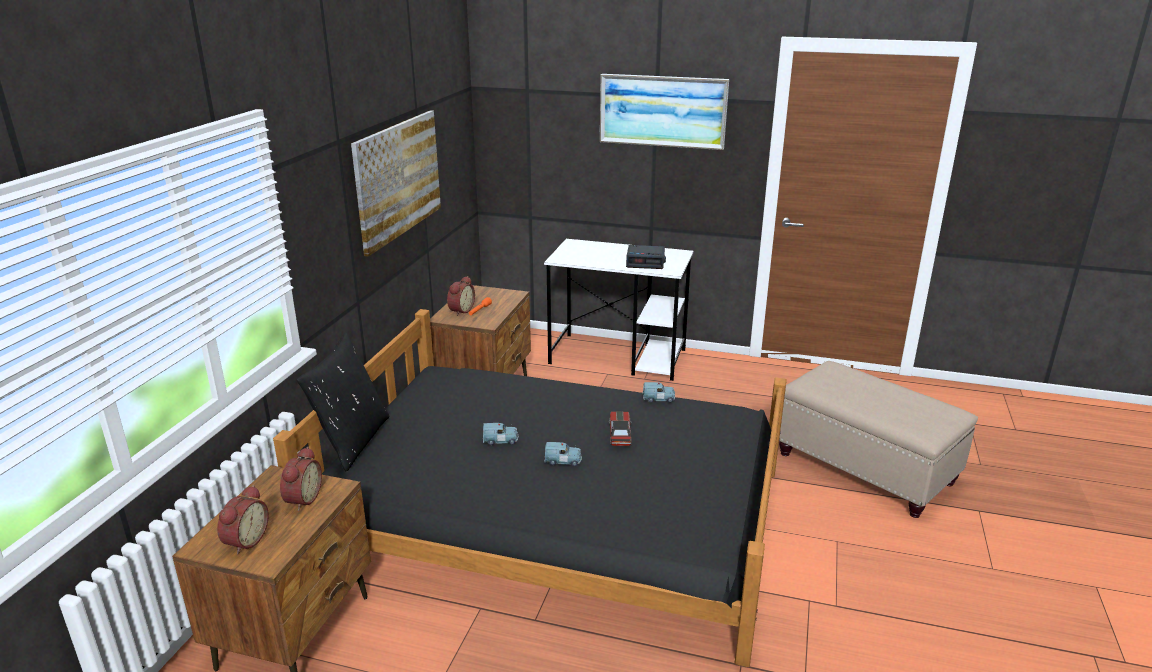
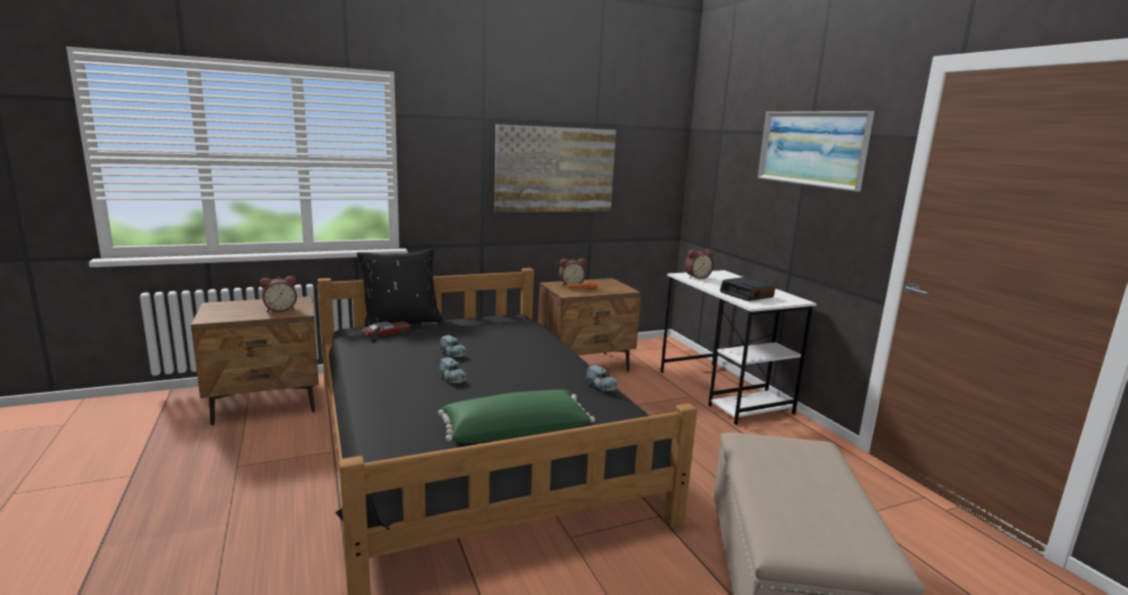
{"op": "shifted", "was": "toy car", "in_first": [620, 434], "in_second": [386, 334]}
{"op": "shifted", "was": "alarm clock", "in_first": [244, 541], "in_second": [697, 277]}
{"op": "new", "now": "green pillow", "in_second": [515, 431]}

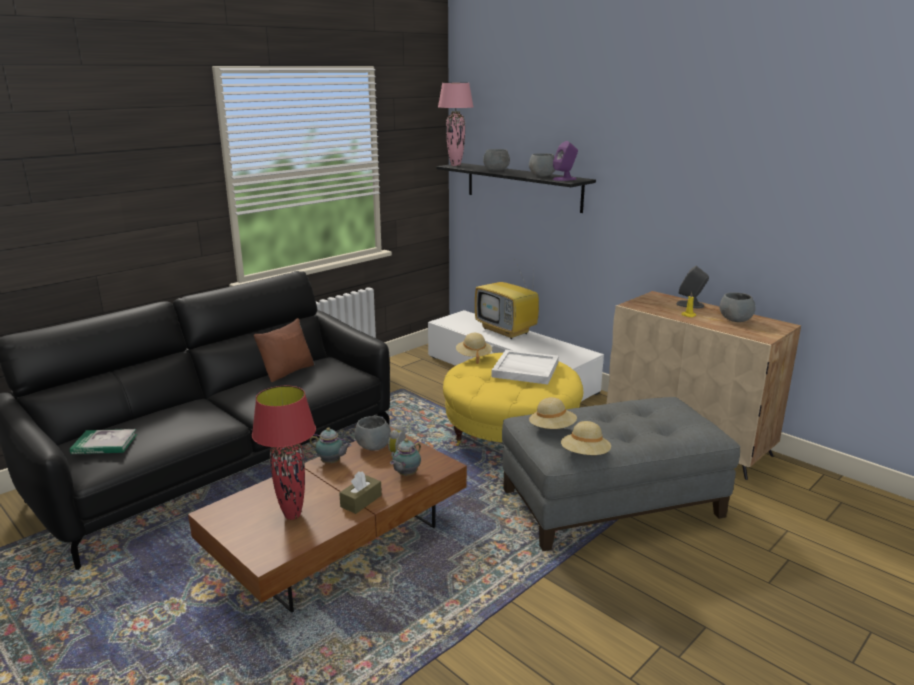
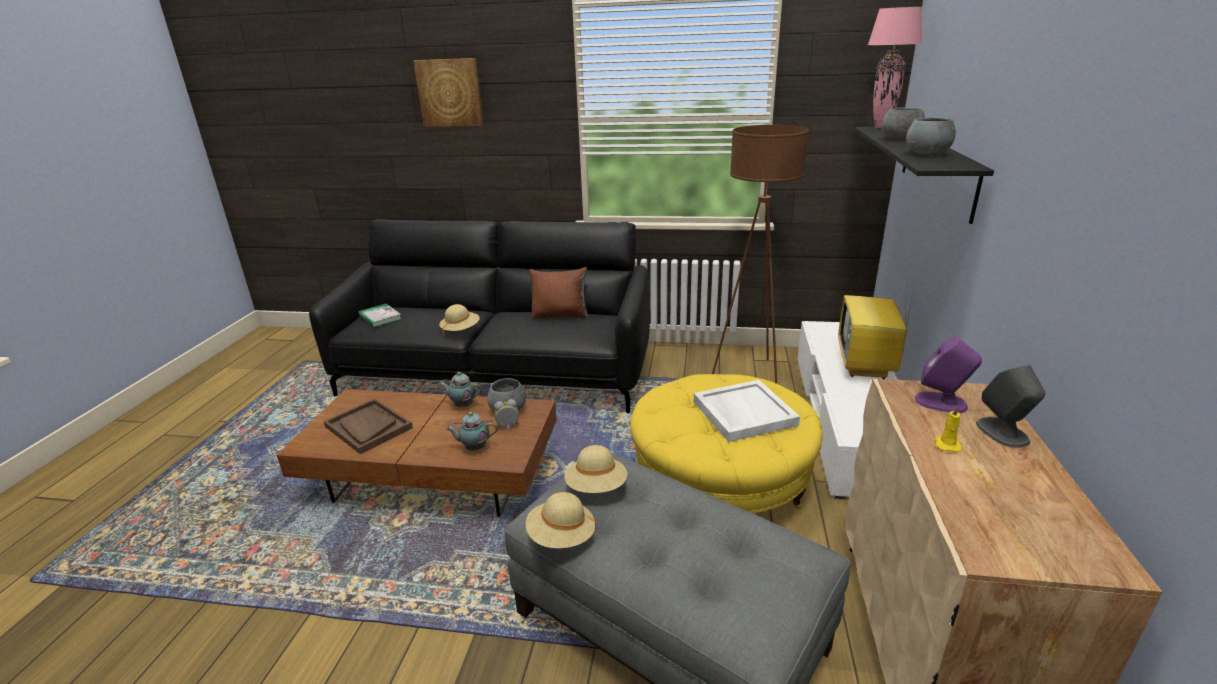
{"op": "shifted", "was": "purple speaker", "in_first": [564, 179], "in_second": [941, 402]}
{"op": "gone", "was": "grey bowl", "in_first": [735, 320]}
{"op": "shifted", "was": "beige hat", "in_first": [473, 357], "in_second": [460, 330]}
{"op": "swapped", "was": "red table lamp", "now": "brown tray", "in_first": [292, 515], "in_second": [368, 427]}
{"op": "rotated", "was": "teapot", "in_first": [331, 462], "in_second": [463, 405], "clockwise": 120}
{"op": "gone", "was": "brown tissue box", "in_first": [361, 501]}
{"op": "new", "now": "picture", "in_second": [450, 93]}
{"op": "new", "now": "brown floor lamp", "in_second": [751, 374]}

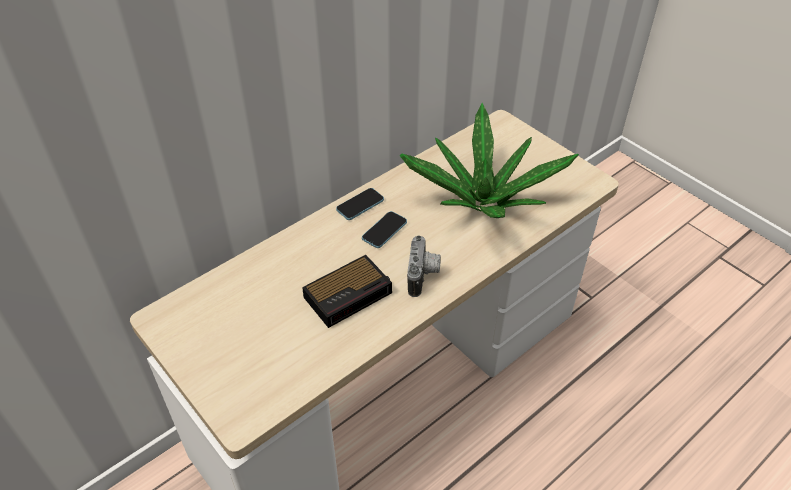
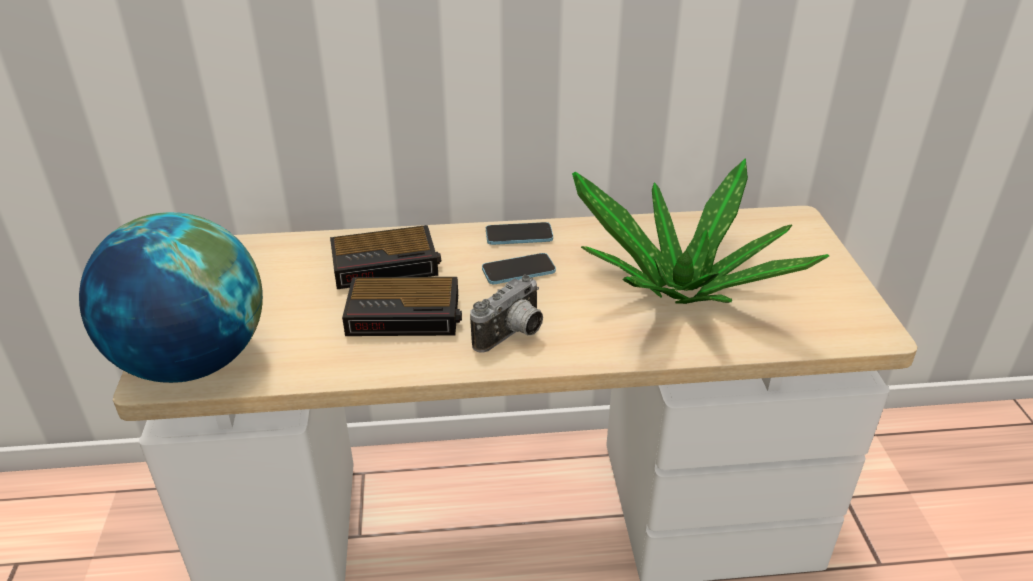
{"op": "new", "now": "globe", "in_second": [192, 361]}
{"op": "new", "now": "alarm clock", "in_second": [387, 264]}

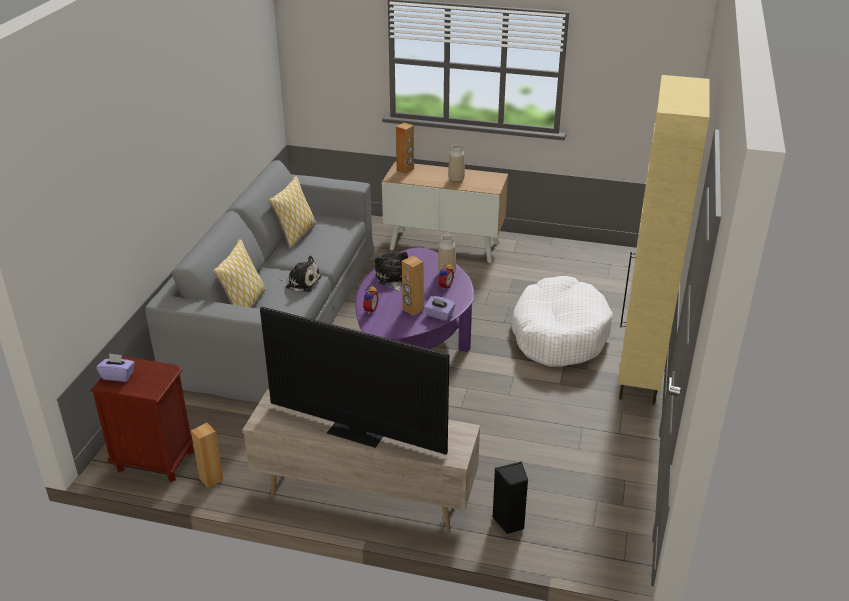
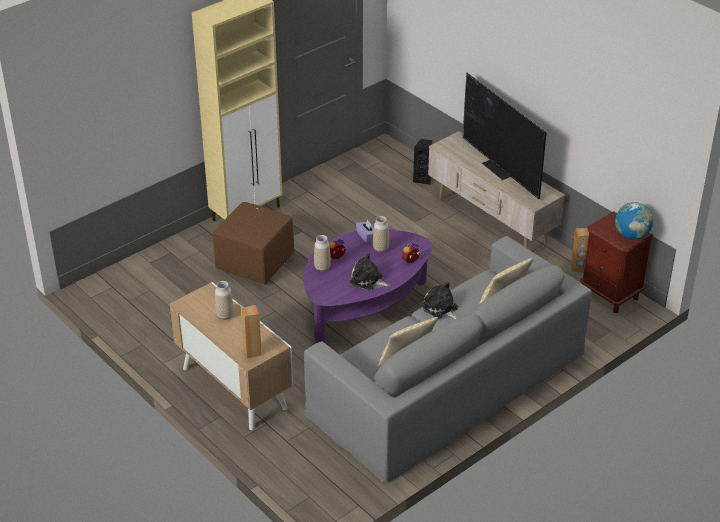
{"op": "rotated", "was": "plush toy", "in_first": [392, 279], "in_second": [368, 280], "clockwise": 90}
{"op": "swapped", "was": "brown speaker", "now": "vase", "in_first": [412, 310], "in_second": [380, 248]}
{"op": "swapped", "was": "white dog bed", "now": "brown ottoman", "in_first": [559, 334], "in_second": [255, 262]}
{"op": "swapped", "was": "purple tissue box", "now": "globe", "in_first": [118, 376], "in_second": [631, 235]}

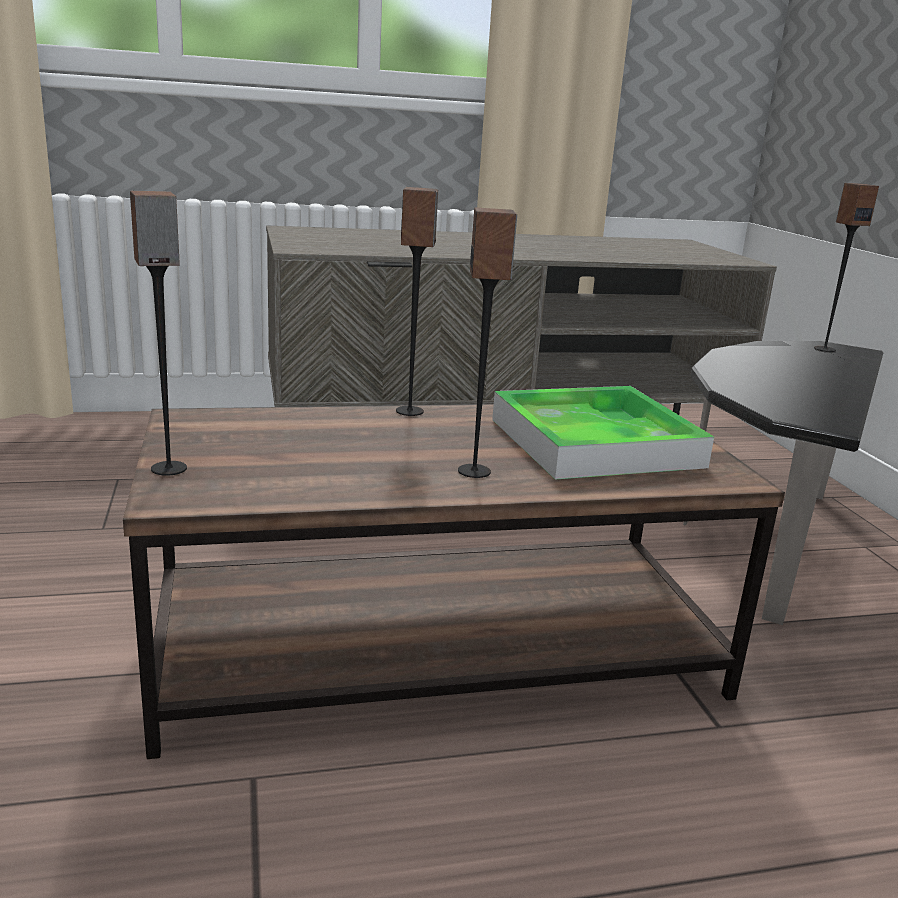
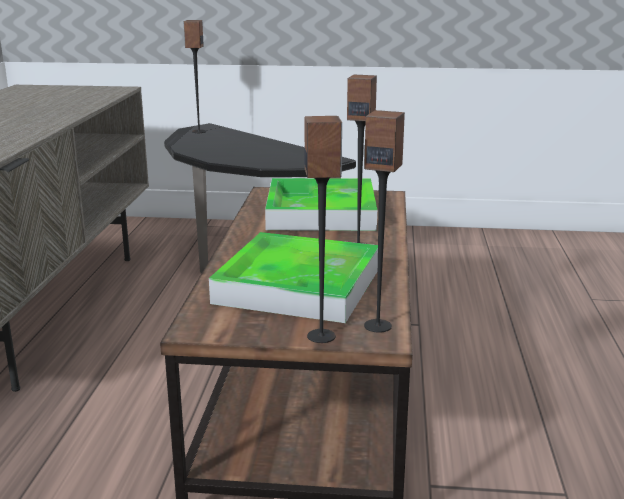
{"op": "shifted", "was": "speaker", "in_first": [410, 411], "in_second": [378, 326]}
{"op": "new", "now": "tray", "in_second": [299, 285]}

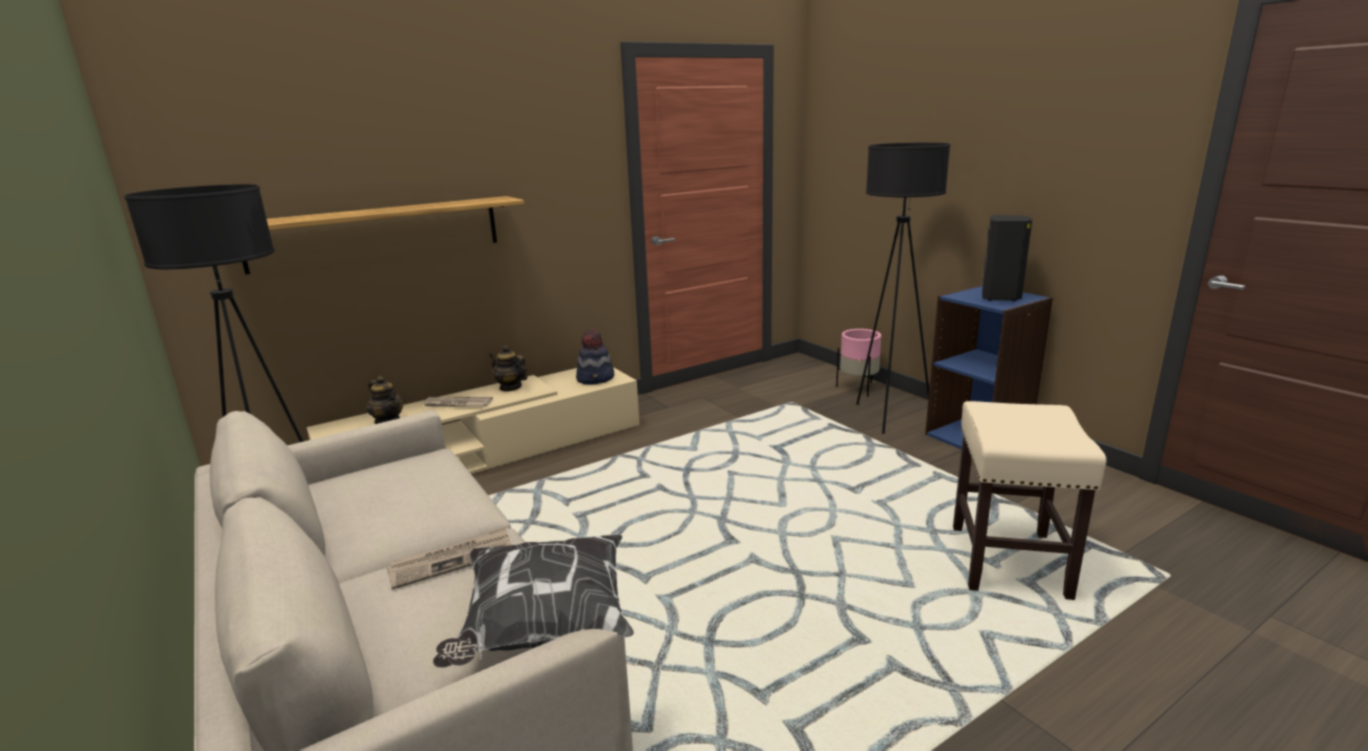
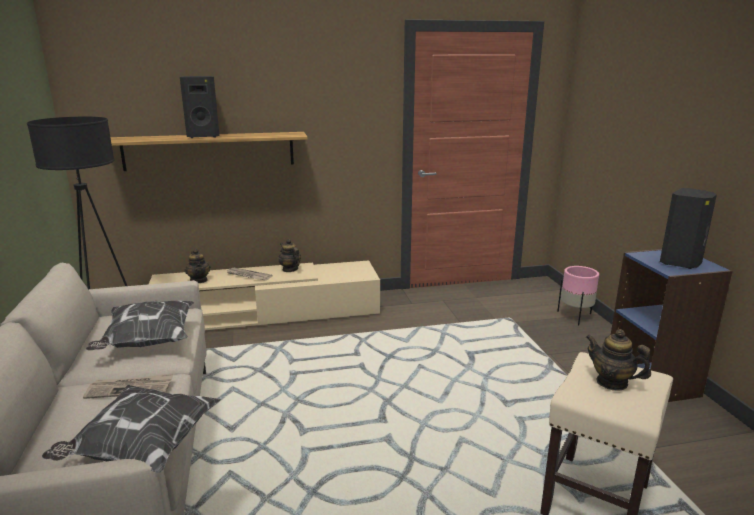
{"op": "gone", "was": "black floor lamp", "in_first": [889, 416]}
{"op": "gone", "was": "hat", "in_first": [596, 378]}
{"op": "new", "now": "black speaker", "in_second": [204, 136]}
{"op": "new", "now": "pillow", "in_second": [147, 342]}
{"op": "new", "now": "teapot", "in_second": [612, 382]}

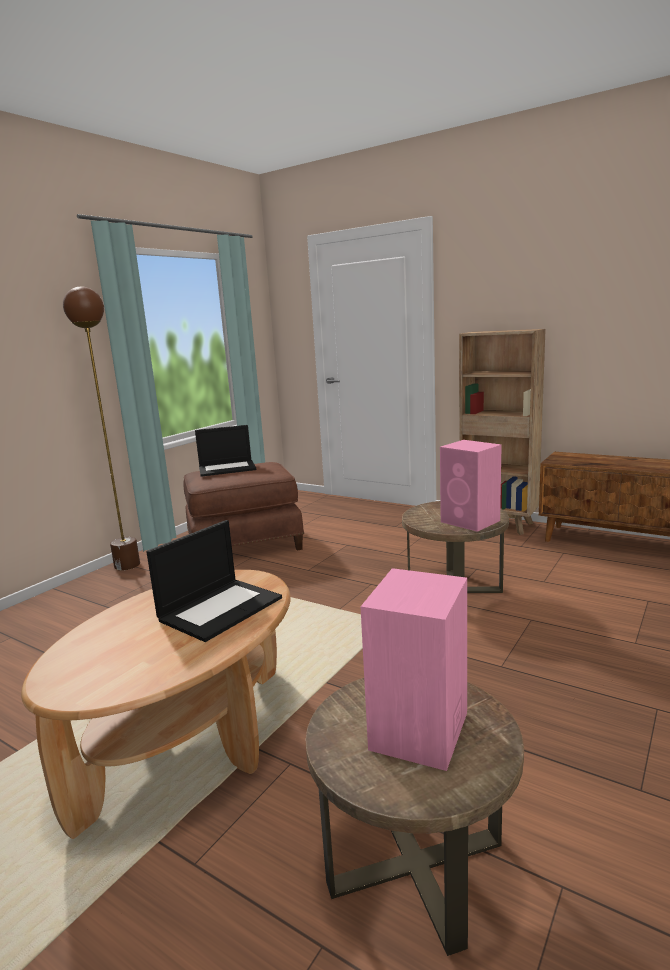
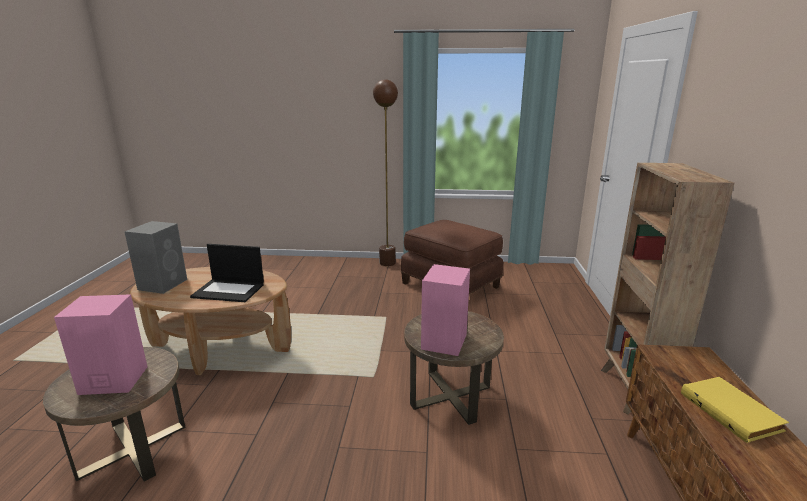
{"op": "gone", "was": "laptop", "in_first": [227, 468]}
{"op": "new", "now": "grey speaker", "in_second": [163, 284]}
{"op": "new", "now": "yellow book", "in_second": [732, 412]}

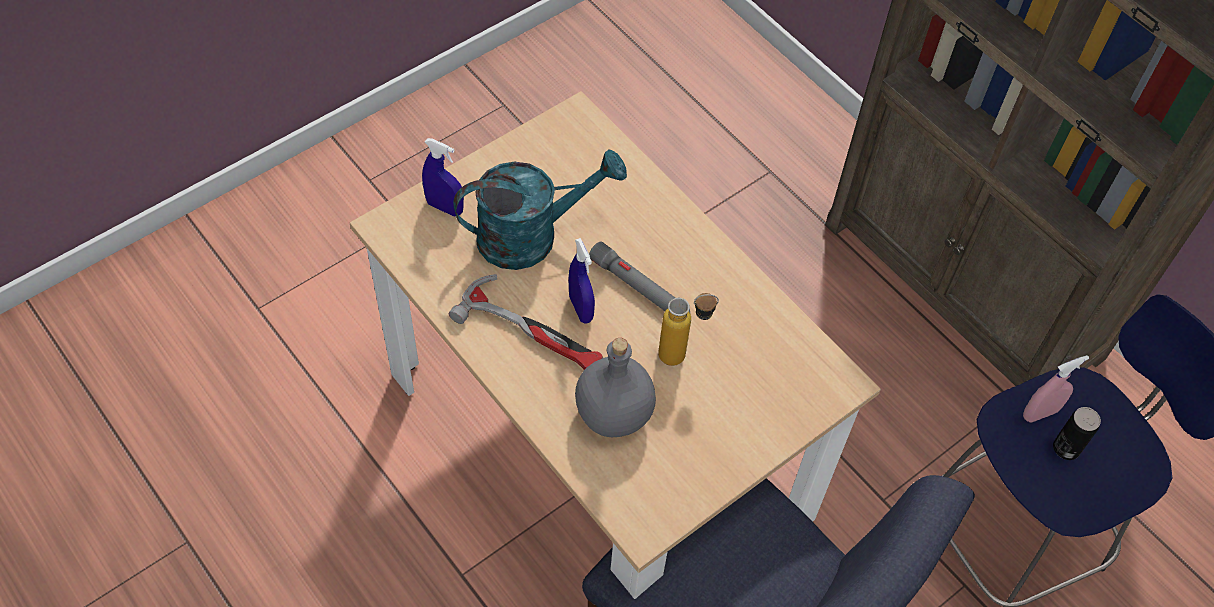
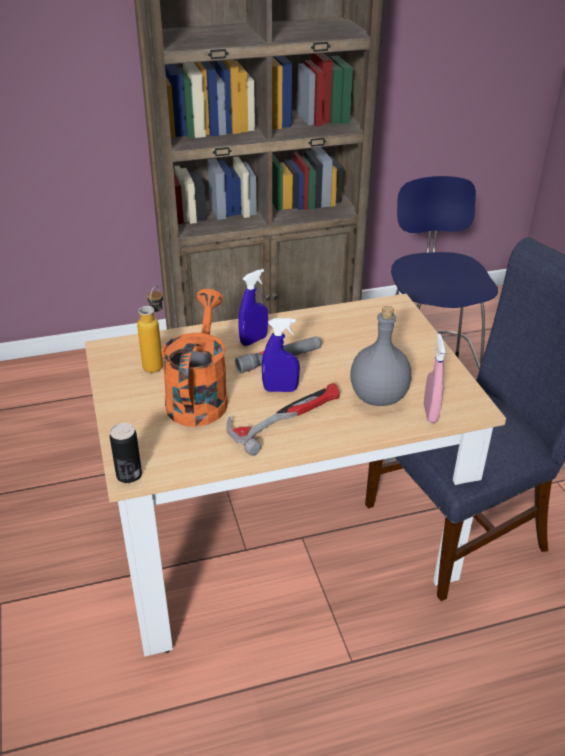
{"op": "shifted", "was": "blue spray bottle", "in_first": [445, 207], "in_second": [253, 340]}
{"op": "repainted", "was": "turquoise watering can", "now": "orange watering can", "in_first": [531, 235], "in_second": [199, 396]}
{"op": "shifted", "was": "bottle", "in_first": [683, 355], "in_second": [156, 362]}
{"op": "shifted", "was": "pink spray bottle", "in_first": [1040, 413], "in_second": [430, 413]}
{"op": "shifted", "was": "can", "in_first": [1066, 448], "in_second": [129, 475]}

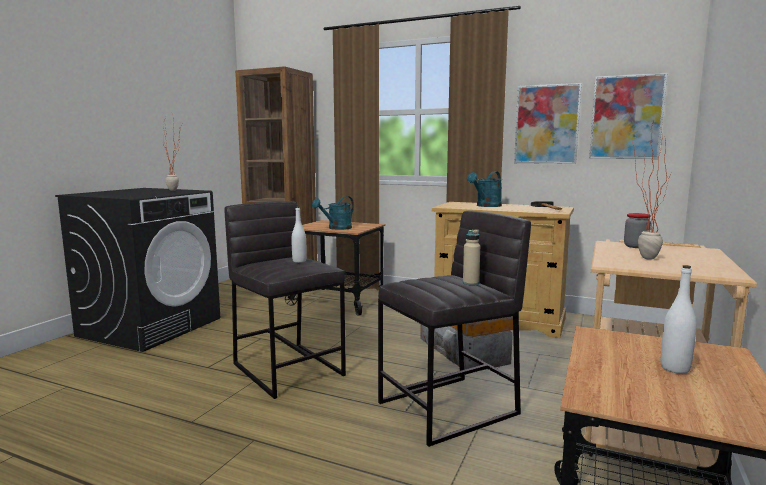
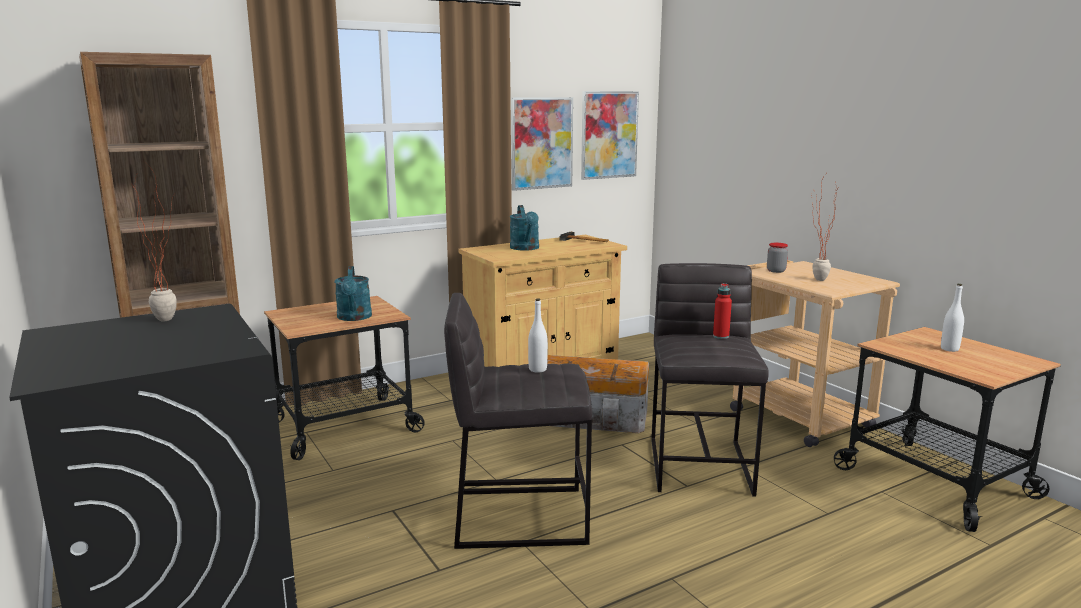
{"op": "repainted", "was": "beige bottle", "now": "red bottle", "in_first": [470, 283], "in_second": [721, 336]}

